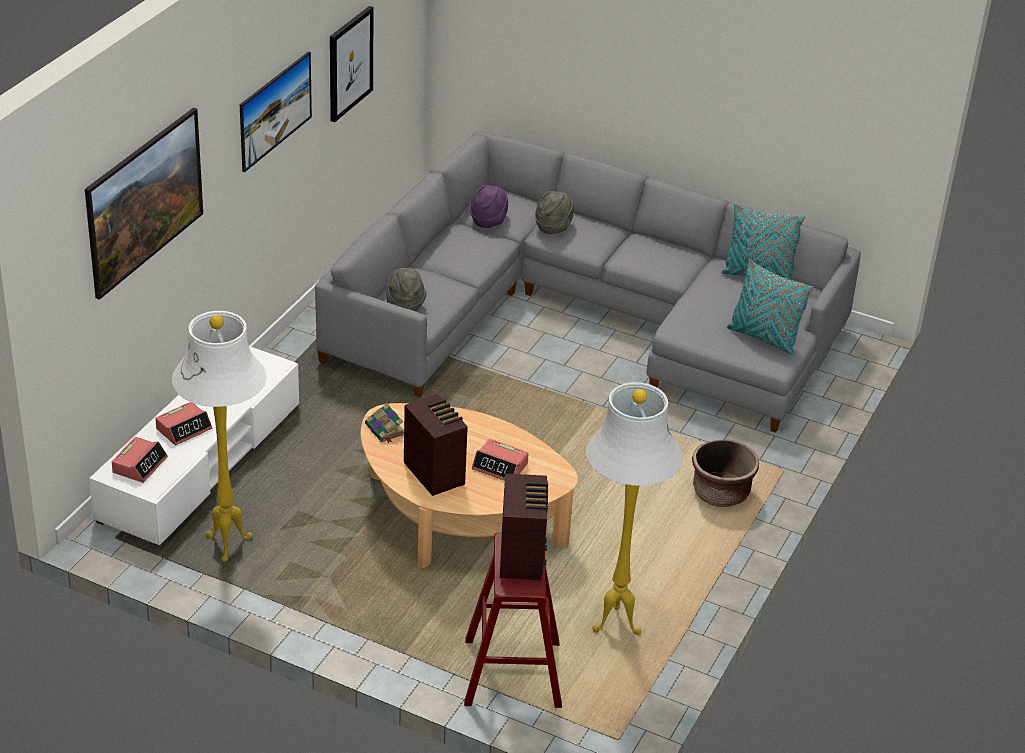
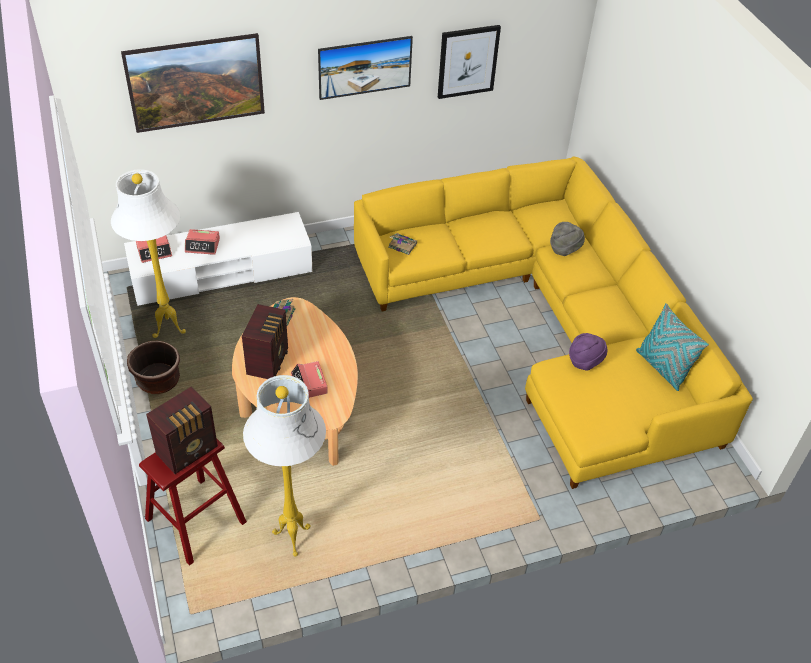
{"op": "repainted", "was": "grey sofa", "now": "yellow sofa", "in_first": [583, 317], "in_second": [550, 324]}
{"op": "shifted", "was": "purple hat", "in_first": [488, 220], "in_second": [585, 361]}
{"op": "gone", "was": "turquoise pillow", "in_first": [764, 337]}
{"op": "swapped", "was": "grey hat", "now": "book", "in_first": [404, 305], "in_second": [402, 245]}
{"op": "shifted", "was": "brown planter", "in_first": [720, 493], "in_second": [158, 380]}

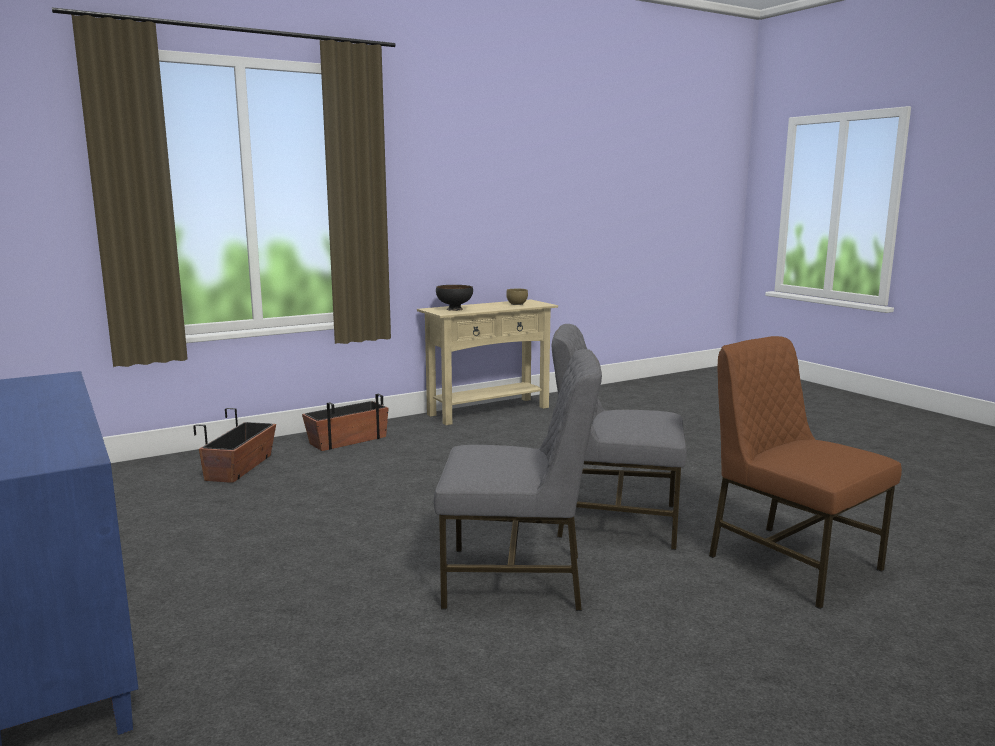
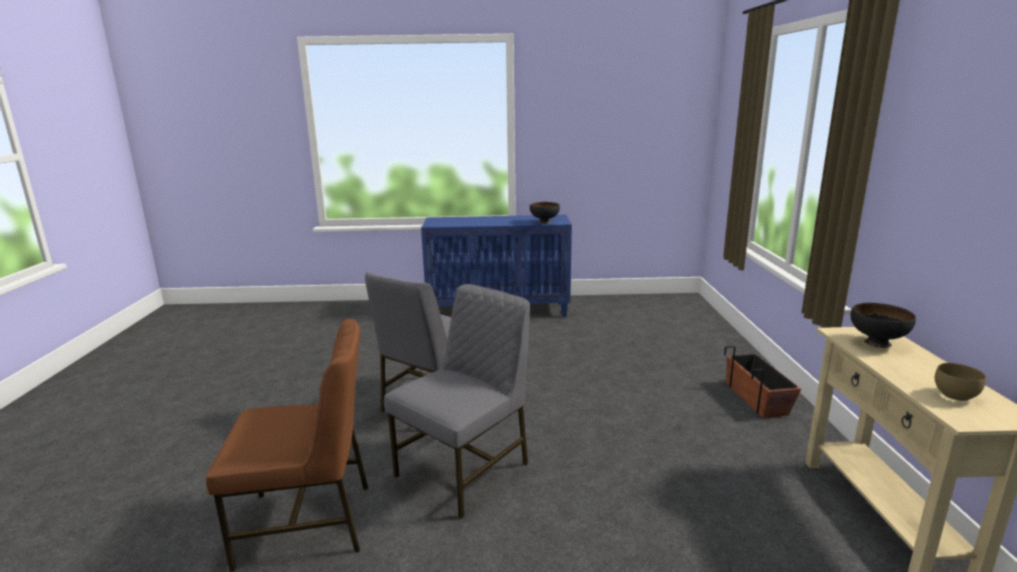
{"op": "gone", "was": "planter", "in_first": [240, 467]}
{"op": "new", "now": "black bowl", "in_second": [544, 222]}

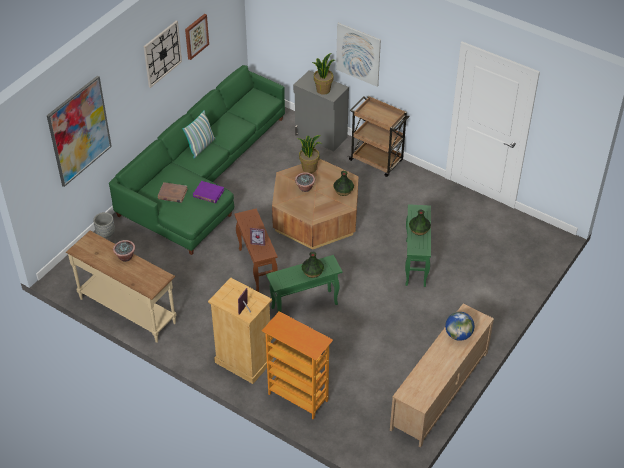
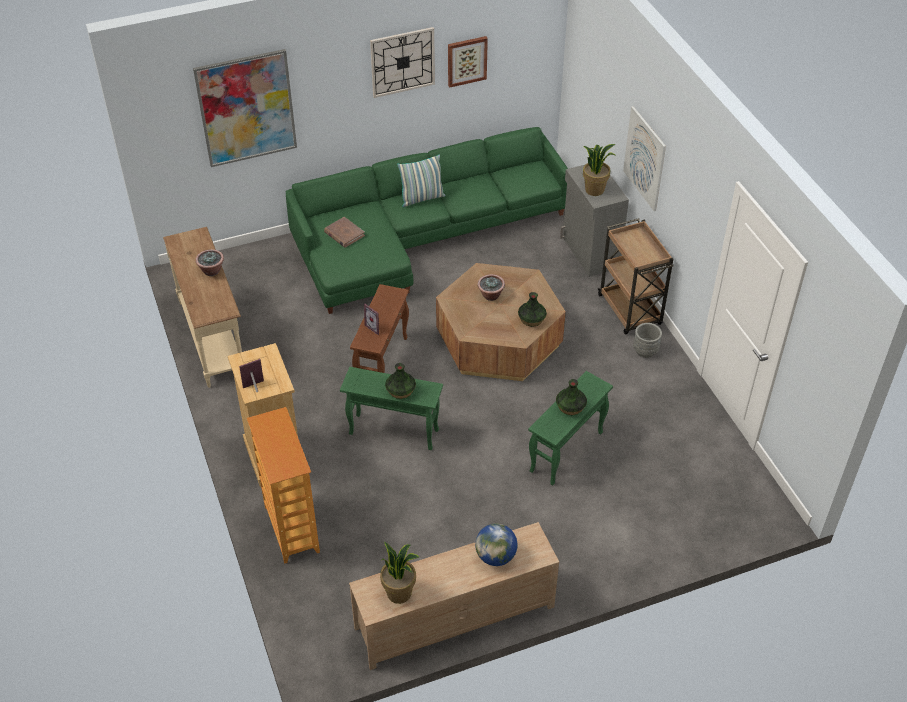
{"op": "shifted", "was": "potted plant", "in_first": [309, 168], "in_second": [399, 592]}
{"op": "gone", "was": "purple book", "in_first": [208, 193]}
{"op": "shifted", "was": "grey planter", "in_first": [106, 233], "in_second": [645, 351]}

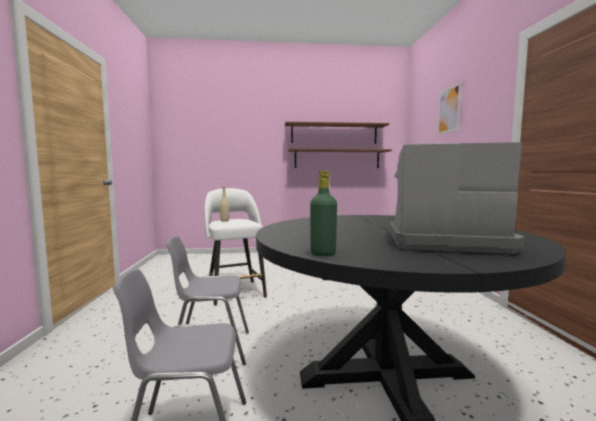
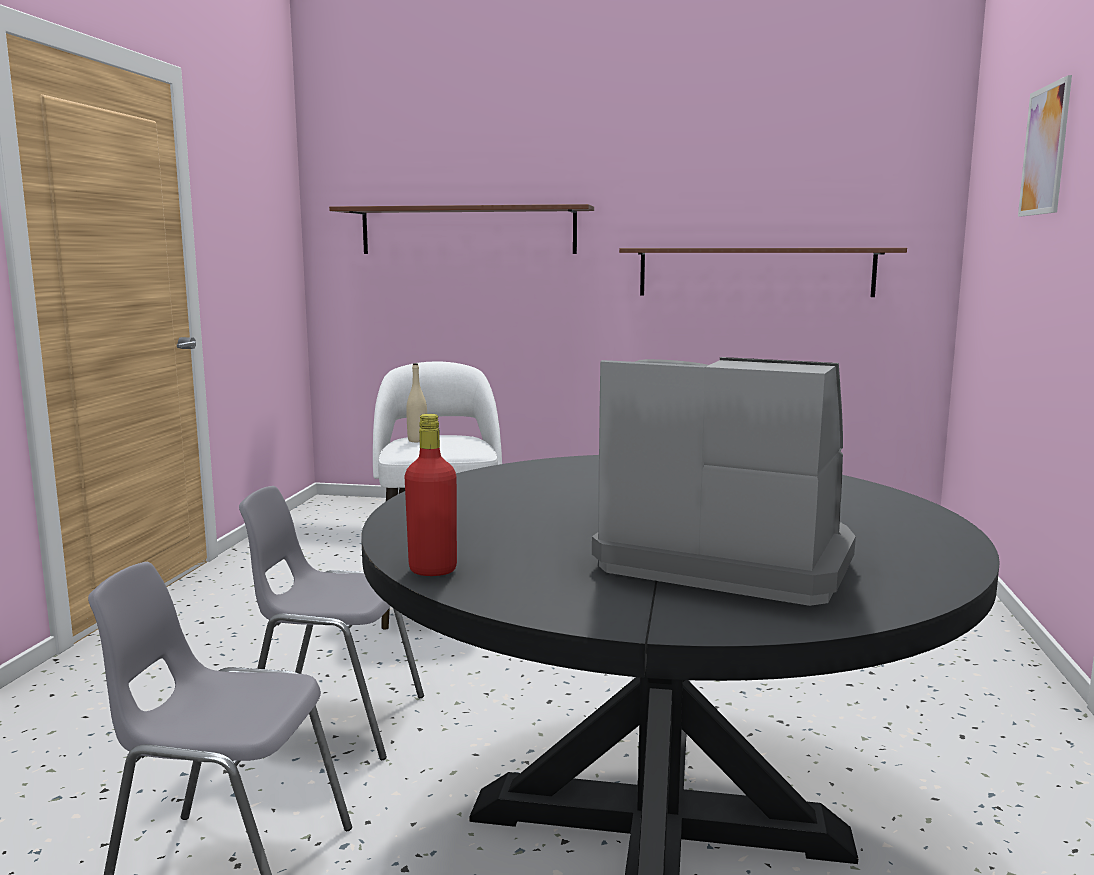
{"op": "shifted", "was": "brown shelf", "in_first": [334, 134], "in_second": [468, 230]}
{"op": "repainted", "was": "green bottle", "now": "red bottle", "in_first": [323, 254], "in_second": [433, 570]}

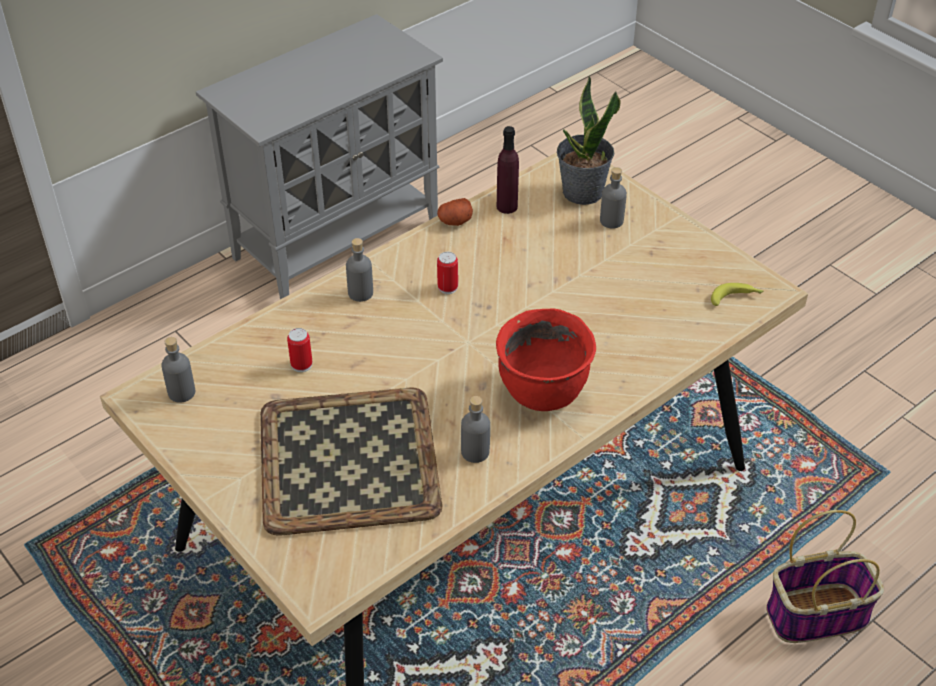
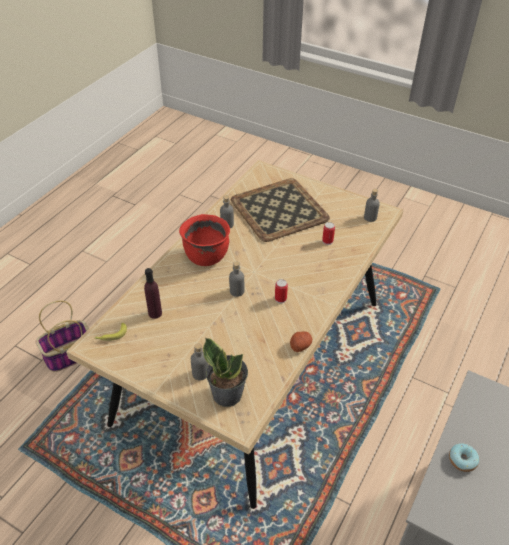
{"op": "shifted", "was": "purple bottle", "in_first": [507, 206], "in_second": [155, 313]}
{"op": "shifted", "was": "grey bottle", "in_first": [360, 293], "in_second": [237, 291]}
{"op": "new", "now": "donut", "in_second": [462, 460]}

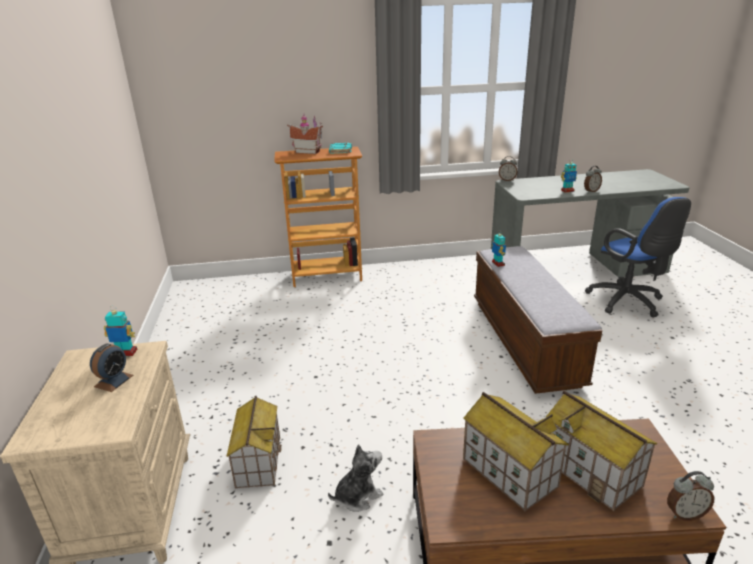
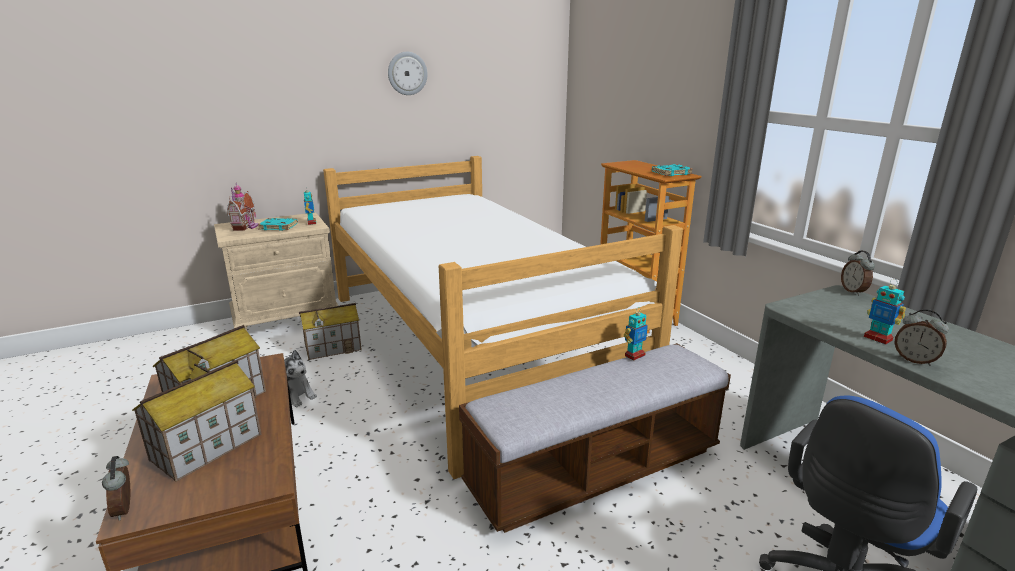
{"op": "shifted", "was": "toy house", "in_first": [308, 151], "in_second": [247, 226]}
{"op": "swapped", "was": "alarm clock", "now": "turquoise book", "in_first": [114, 381], "in_second": [279, 227]}
{"op": "new", "now": "wall clock", "in_second": [407, 73]}
{"op": "new", "now": "bed", "in_second": [471, 343]}

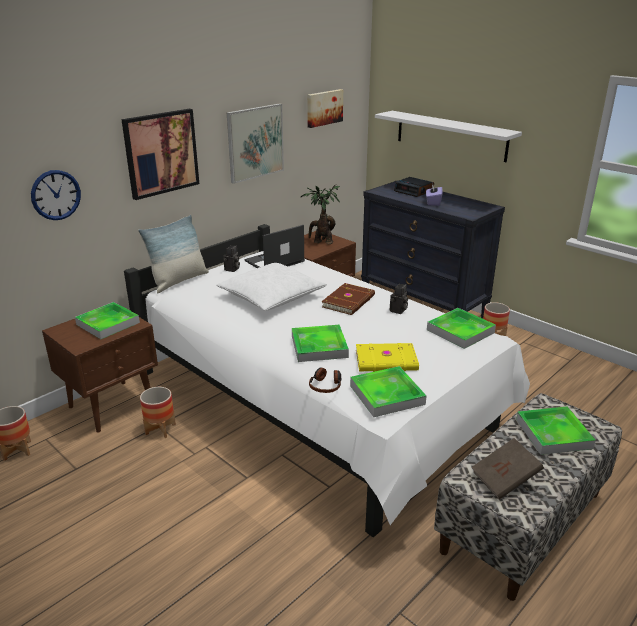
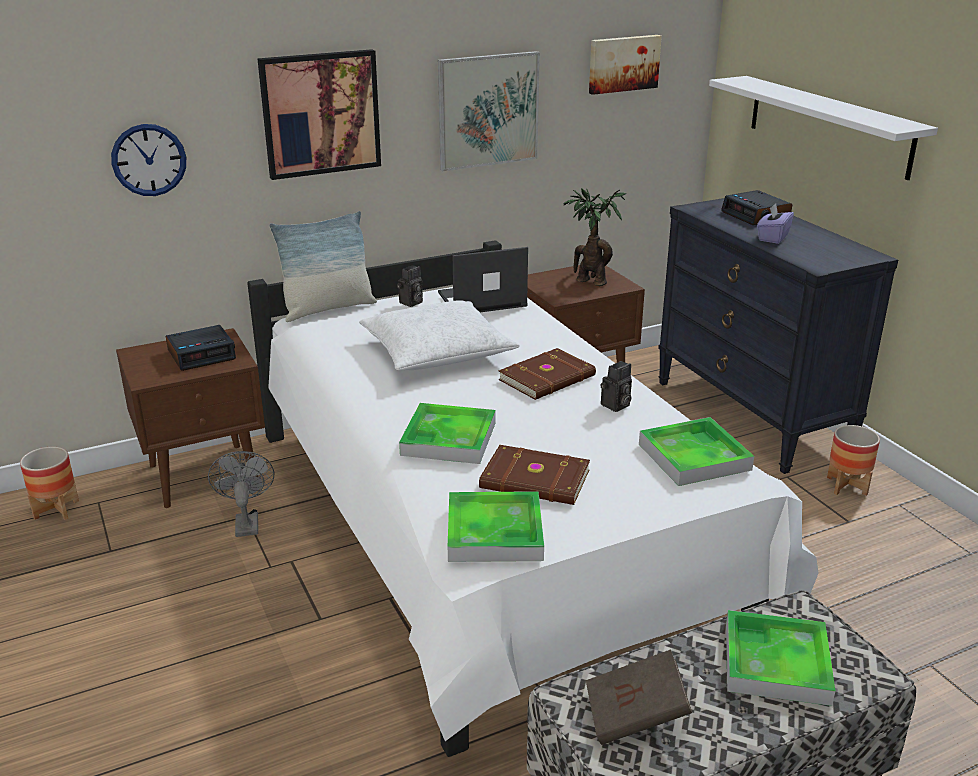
{"op": "swapped", "was": "tray", "now": "alarm clock", "in_first": [108, 323], "in_second": [202, 354]}
{"op": "repainted", "was": "yellow book", "now": "brown book", "in_first": [386, 361], "in_second": [535, 481]}
{"op": "gone", "was": "headphones", "in_first": [326, 385]}
{"op": "swapped", "was": "planter", "now": "grey fan", "in_first": [160, 429], "in_second": [246, 522]}

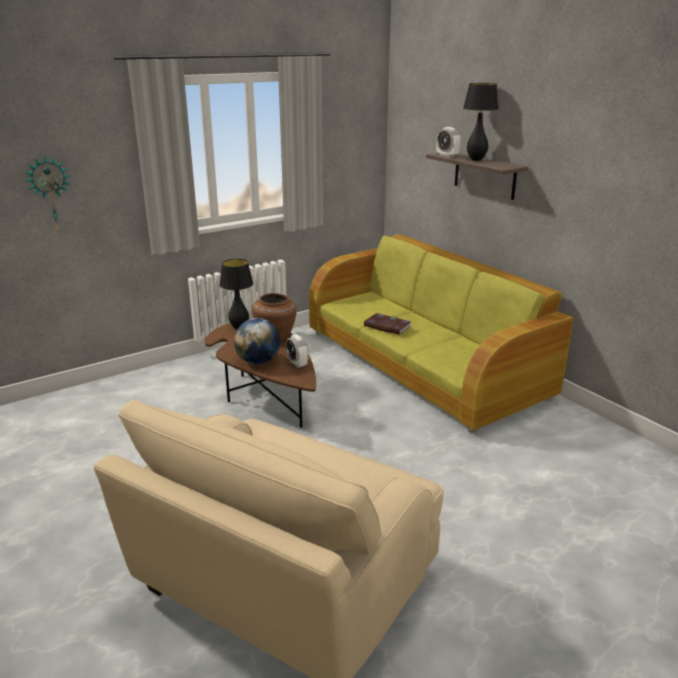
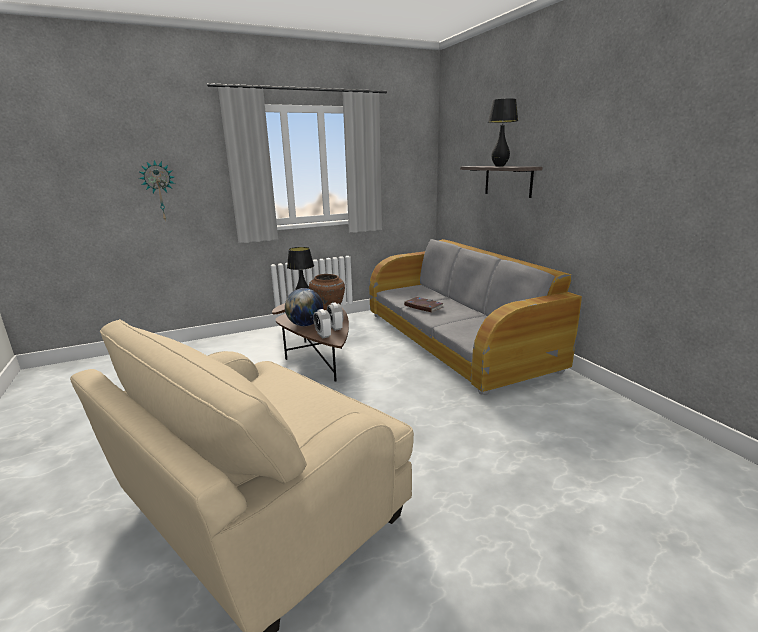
{"op": "shifted", "was": "alarm clock", "in_first": [447, 156], "in_second": [323, 335]}
{"op": "repainted", "was": "green sofa", "now": "grey sofa", "in_first": [424, 363], "in_second": [455, 339]}

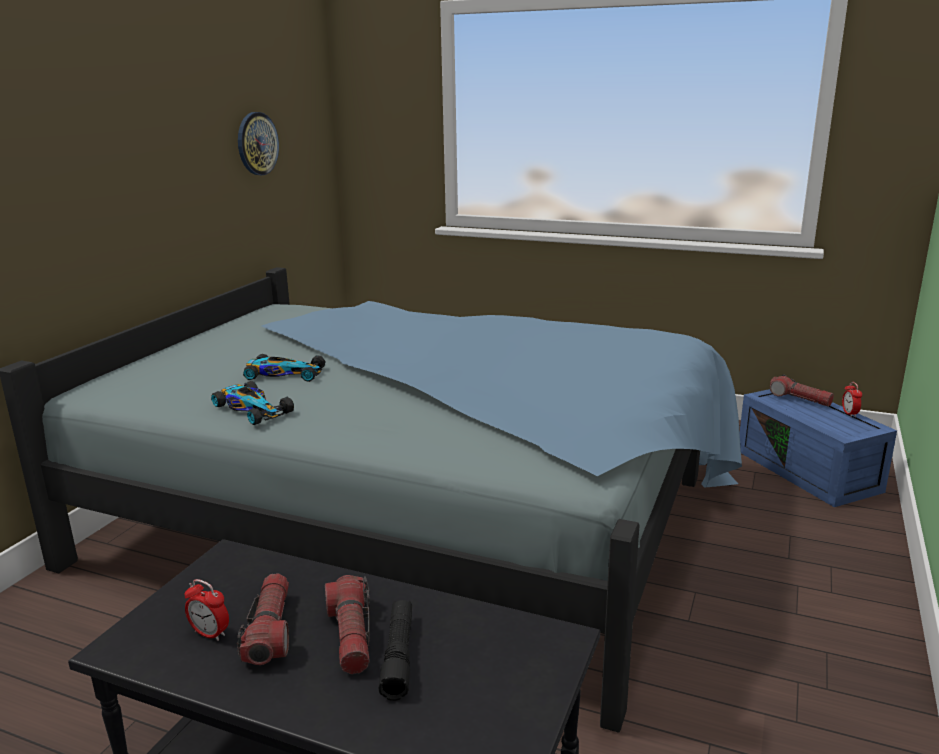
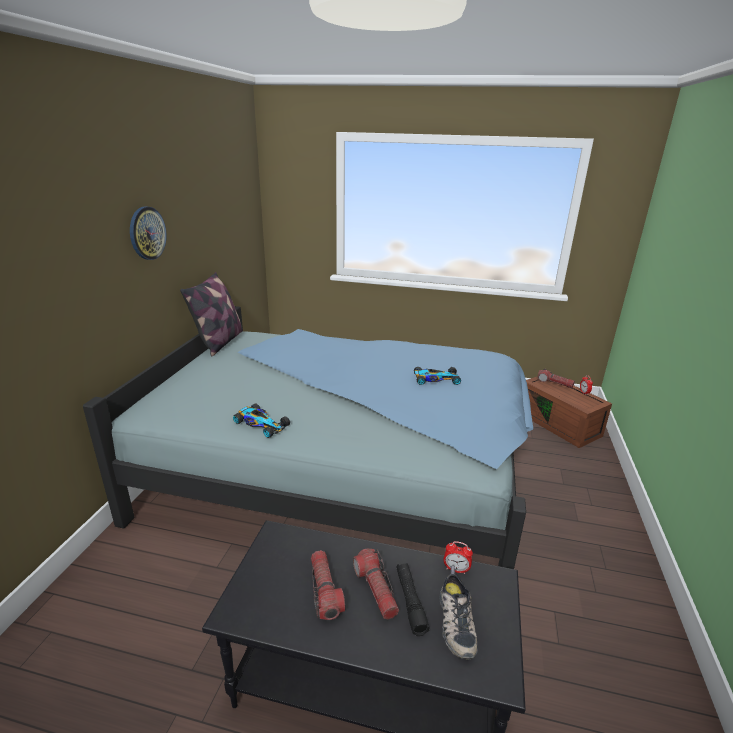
{"op": "shifted", "was": "wall clock", "in_first": [257, 143], "in_second": [147, 233]}
{"op": "shifted", "was": "toy car", "in_first": [283, 374], "in_second": [435, 379]}
{"op": "repainted", "was": "blue storage box", "now": "brown storage box", "in_first": [810, 471], "in_second": [560, 424]}
{"op": "shifted", "was": "alarm clock", "in_first": [210, 634], "in_second": [456, 569]}
{"op": "new", "now": "pillow", "in_second": [219, 342]}
{"op": "new", "now": "shoe", "in_second": [454, 621]}

